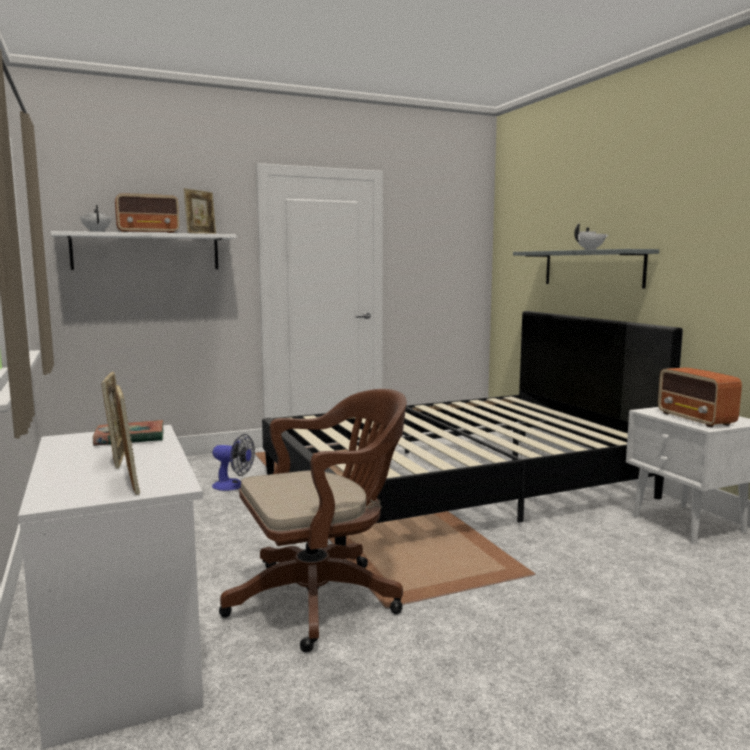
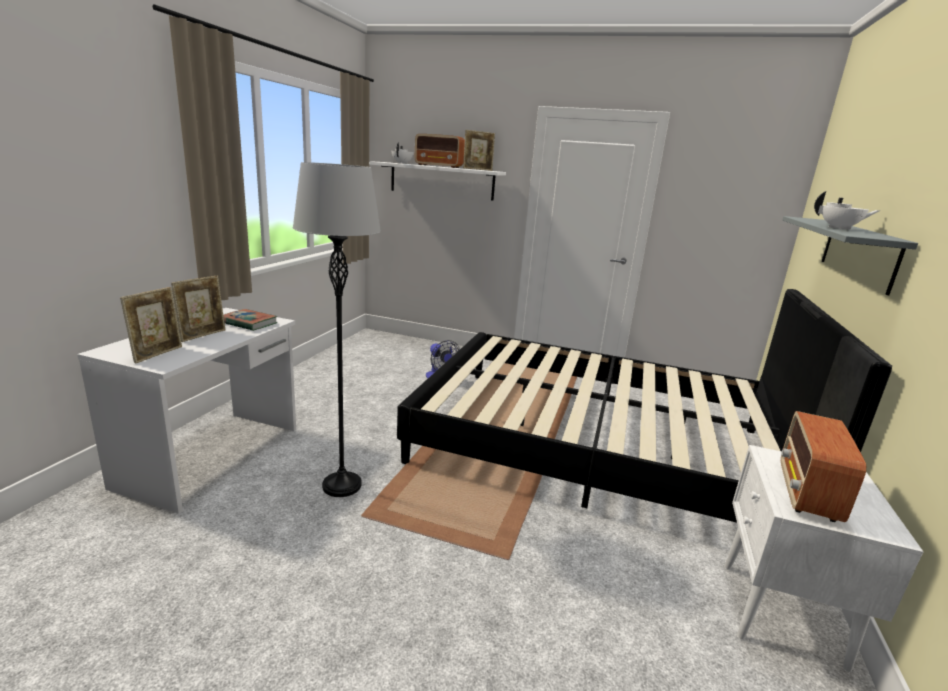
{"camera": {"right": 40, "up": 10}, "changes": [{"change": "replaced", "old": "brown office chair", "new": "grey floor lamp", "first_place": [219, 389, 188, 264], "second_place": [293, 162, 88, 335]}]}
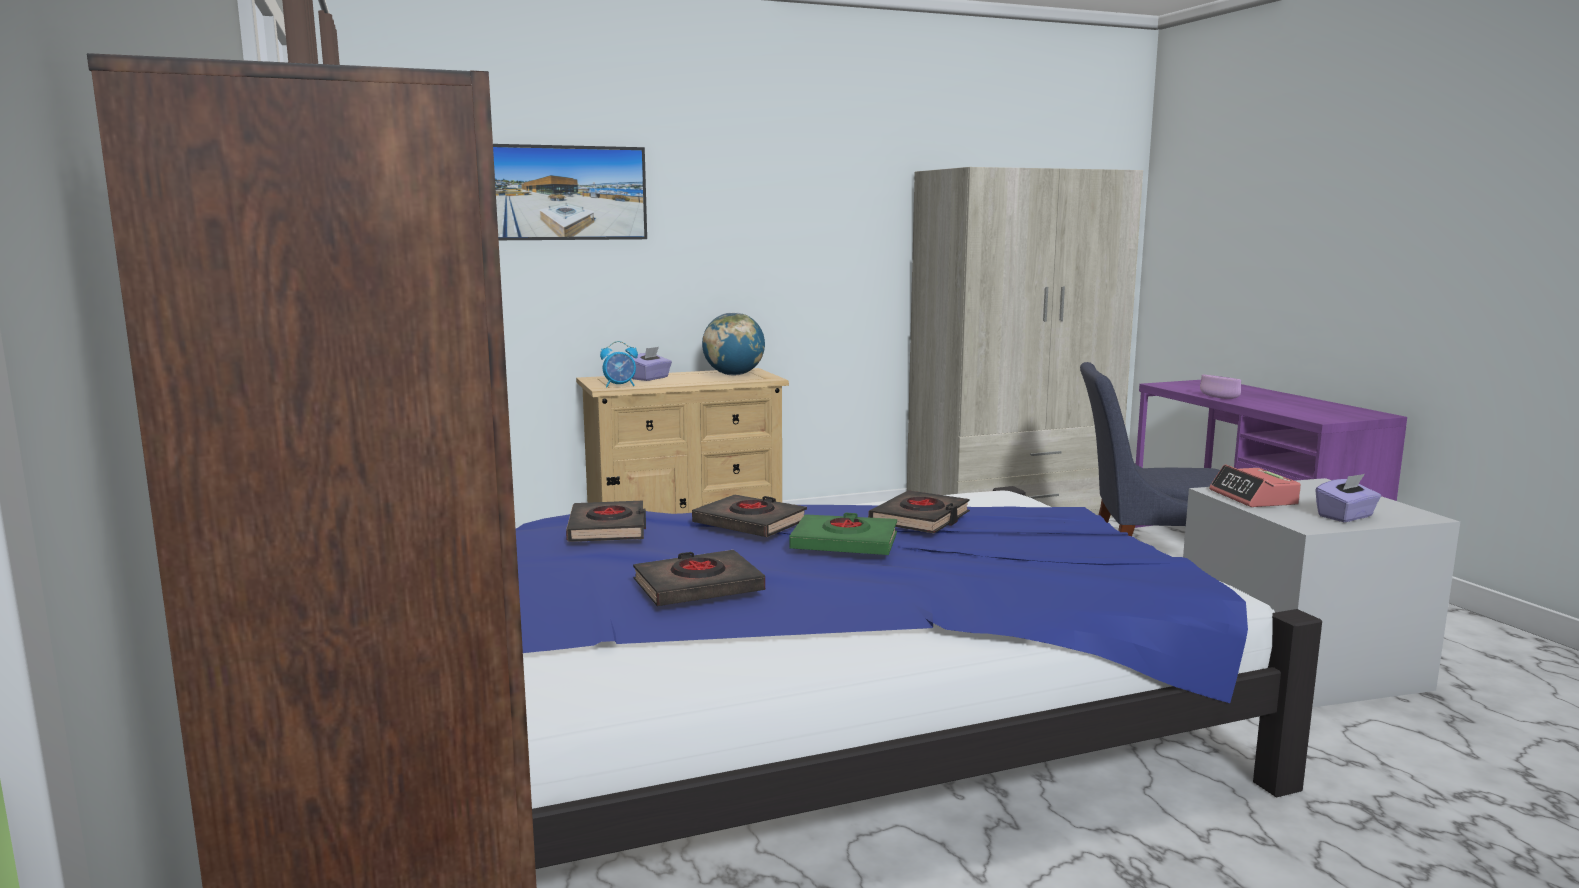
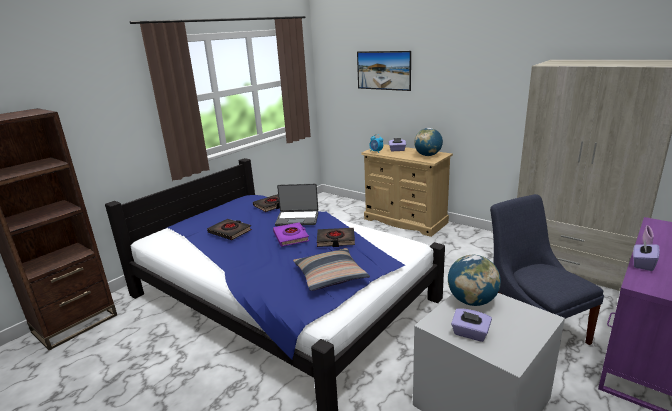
{"camera": {"right": 60, "up": 10}, "changes": [{"change": "replaced", "old": "alarm clock", "new": "globe", "first_place": [1209, 464, 92, 43], "second_place": [448, 255, 53, 51]}, {"change": "replaced", "old": "black book", "new": "laptop", "first_place": [692, 495, 115, 42], "second_place": [275, 184, 43, 42]}, {"change": "recoloured", "old": "green book", "new": "purple book", "first_place": [790, 513, 107, 42], "second_place": [273, 222, 36, 25]}, {"change": "added", "new": "purple tissue box", "second_place": [633, 240, 27, 31]}, {"change": "added", "new": "pillow", "second_place": [293, 248, 77, 43]}]}
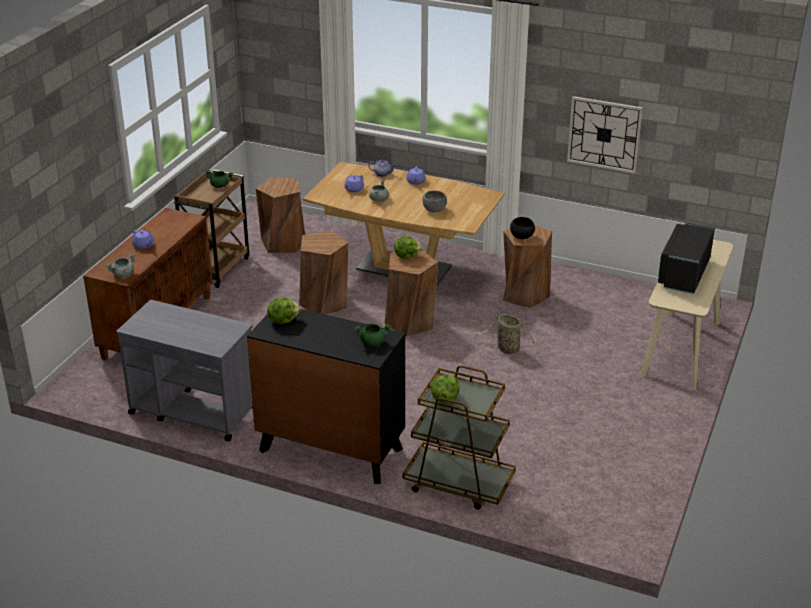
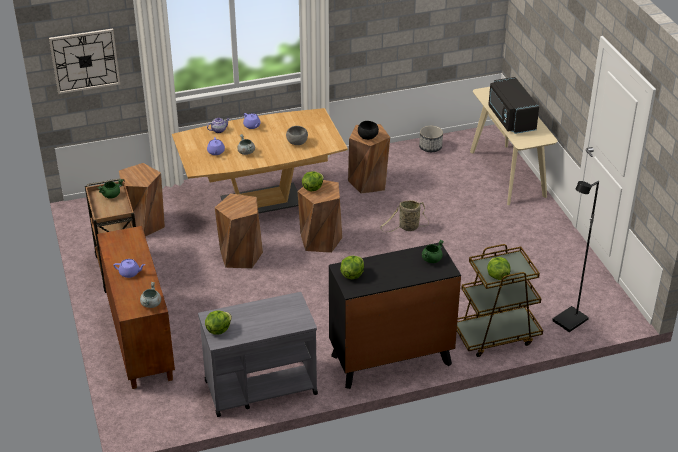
{"camera": {"right": -40, "up": 5}, "changes": [{"change": "moved", "old": "wall clock", "first_place": [567, 96, 76, 78], "second_place": [49, 28, 71, 66]}, {"change": "added", "new": "planter", "second_place": [419, 126, 24, 26]}, {"change": "added", "new": "black floor lamp", "second_place": [552, 181, 47, 151]}, {"change": "added", "new": "lettuce", "second_place": [205, 310, 27, 25]}]}
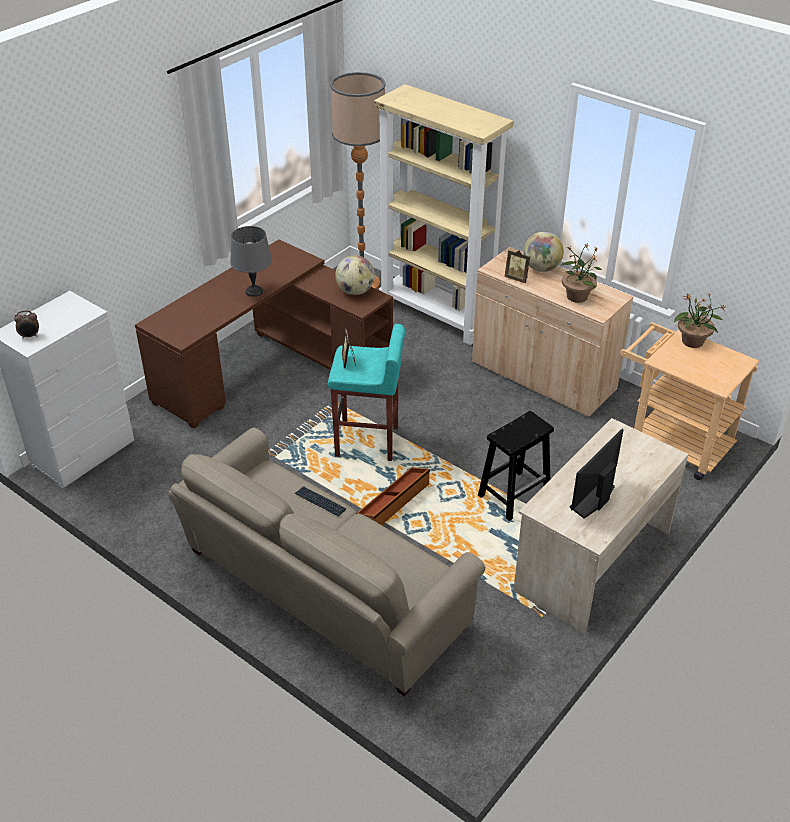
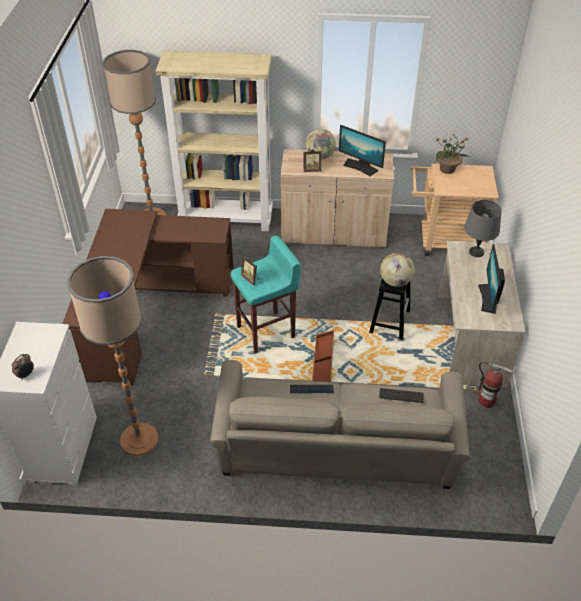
{"camera": {"right": -35, "up": 5}, "changes": [{"change": "moved", "old": "grey table lamp", "first_place": [230, 226, 42, 71], "second_place": [464, 200, 38, 57]}, {"change": "replaced", "old": "potted plant", "new": "monitor", "first_place": [561, 243, 41, 60], "second_place": [339, 125, 47, 51]}, {"change": "moved", "old": "globe", "first_place": [335, 255, 40, 40], "second_place": [380, 253, 35, 34]}, {"change": "added", "new": "floor lamp", "second_place": [67, 256, 92, 200]}, {"change": "added", "new": "fire extinguisher", "second_place": [476, 361, 39, 47]}, {"change": "added", "new": "keyboard", "second_place": [379, 388, 45, 15]}]}
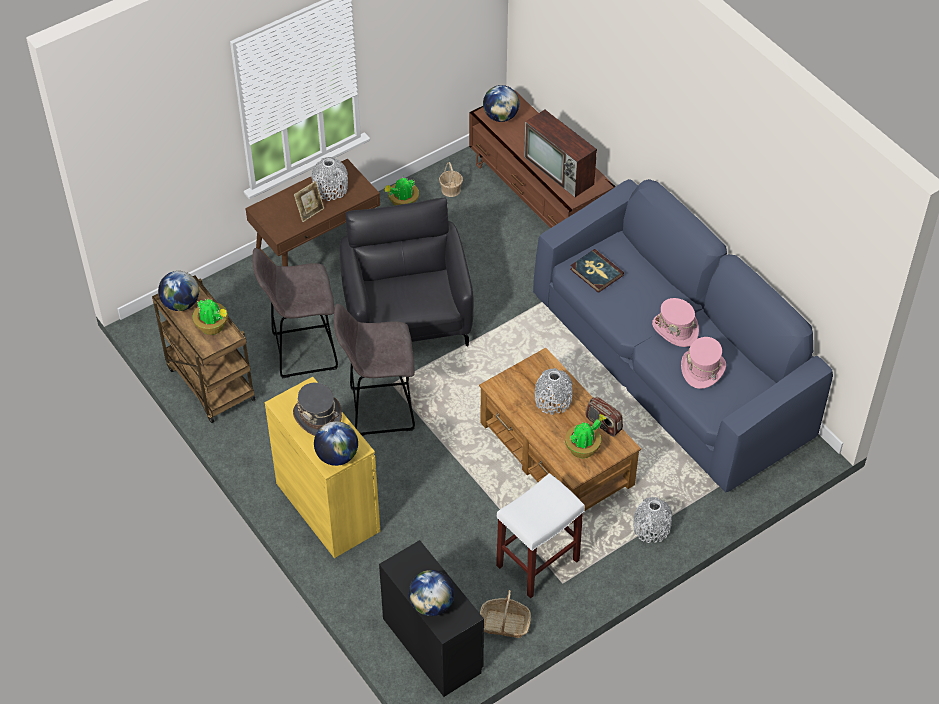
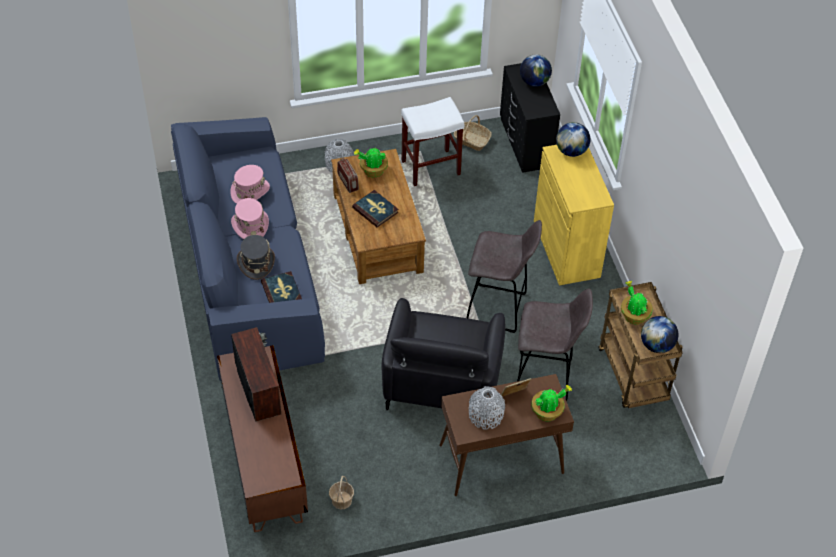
{"camera": {"right": -160, "up": 0}, "changes": [{"change": "removed", "old": "globe", "first_place": [483, 85, 36, 37]}, {"change": "moved", "old": "potted plant", "first_place": [385, 177, 34, 29], "second_place": [531, 385, 41, 37]}, {"change": "replaced", "old": "grey vase", "new": "book", "first_place": [535, 368, 38, 47], "second_place": [352, 190, 46, 37]}, {"change": "moved", "old": "grey hat", "first_place": [293, 383, 49, 53], "second_place": [237, 235, 38, 45]}]}
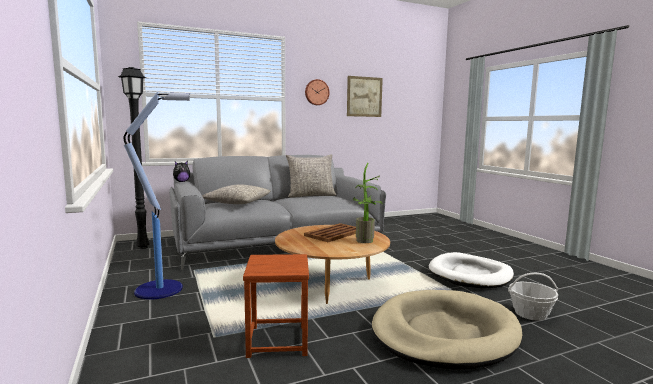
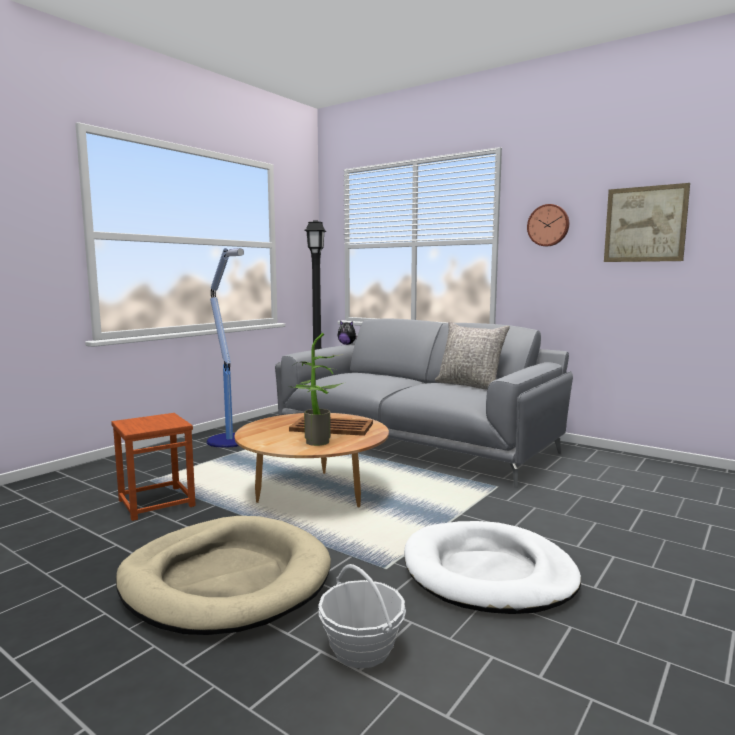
{"camera": {"right": 60, "up": 0}, "changes": [{"change": "removed", "old": "grey pillow", "first_place": [202, 184, 69, 20]}]}
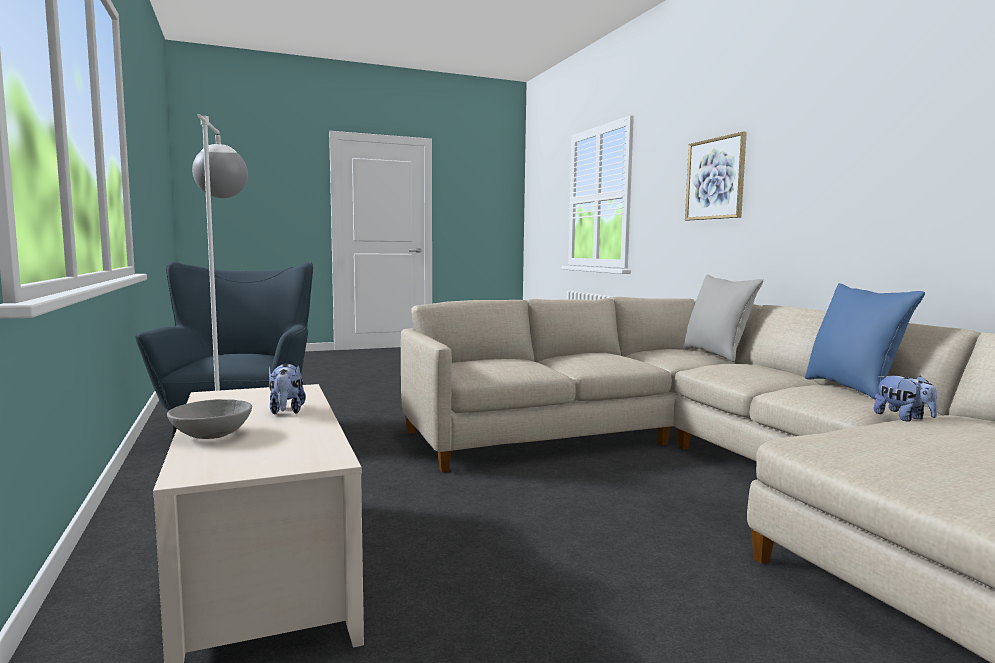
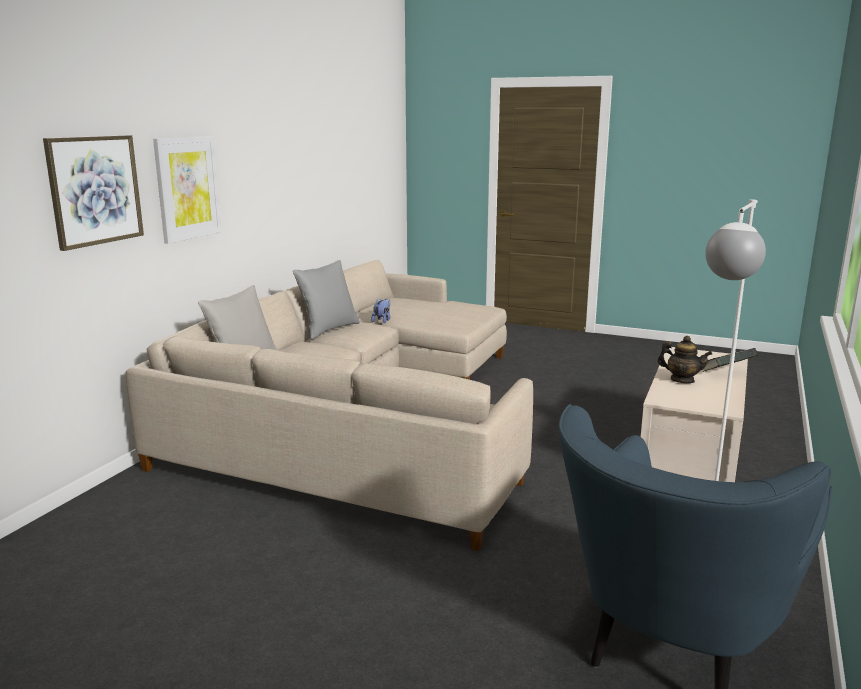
{"camera": {"right": -135, "up": 10}, "changes": [{"change": "recoloured", "old": "blue pillow", "new": "grey pillow", "first_place": [805, 283, 120, 117], "second_place": [293, 260, 67, 79]}, {"change": "replaced", "old": "plush toy", "new": "teapot", "first_place": [269, 364, 37, 51], "second_place": [657, 336, 55, 47]}, {"change": "replaced", "old": "grey bowl", "new": "book", "first_place": [167, 399, 85, 40], "second_place": [703, 348, 55, 24]}, {"change": "added", "new": "picture", "second_place": [153, 136, 68, 108]}]}
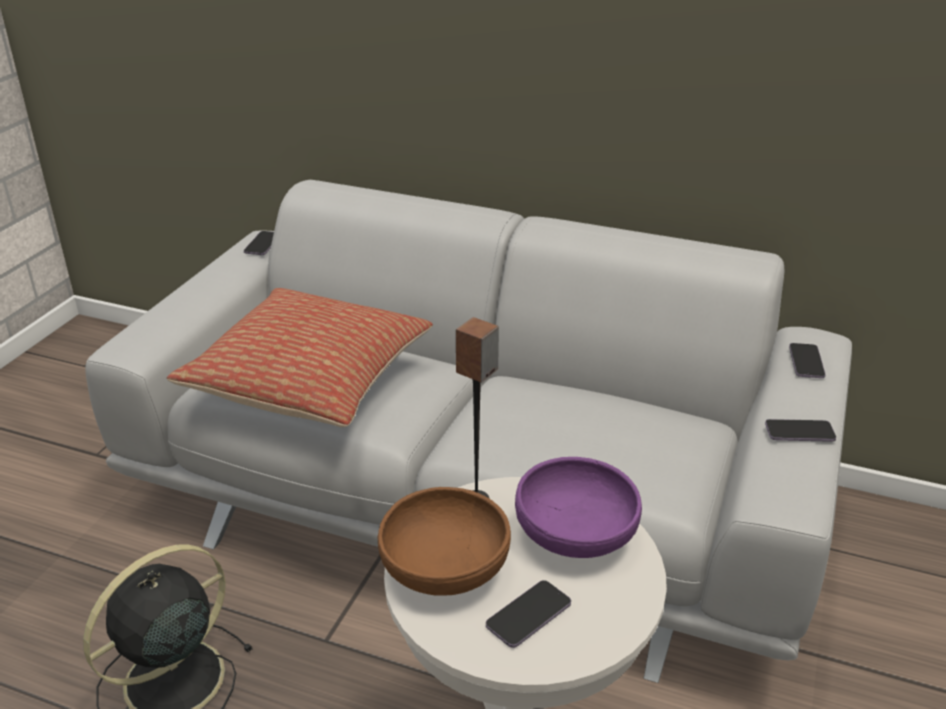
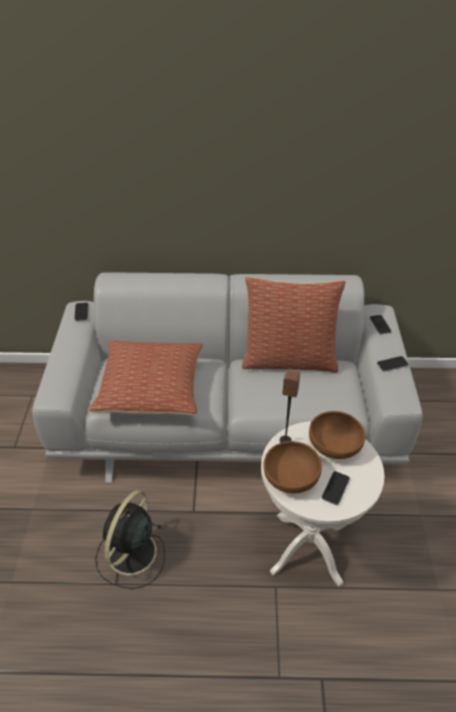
{"camera": {"right": -20, "up": 10}, "changes": [{"change": "recoloured", "old": "purple bowl", "new": "brown bowl", "first_place": [515, 457, 127, 101], "second_place": [309, 411, 56, 48]}, {"change": "added", "new": "pillow", "second_place": [242, 277, 103, 96]}]}
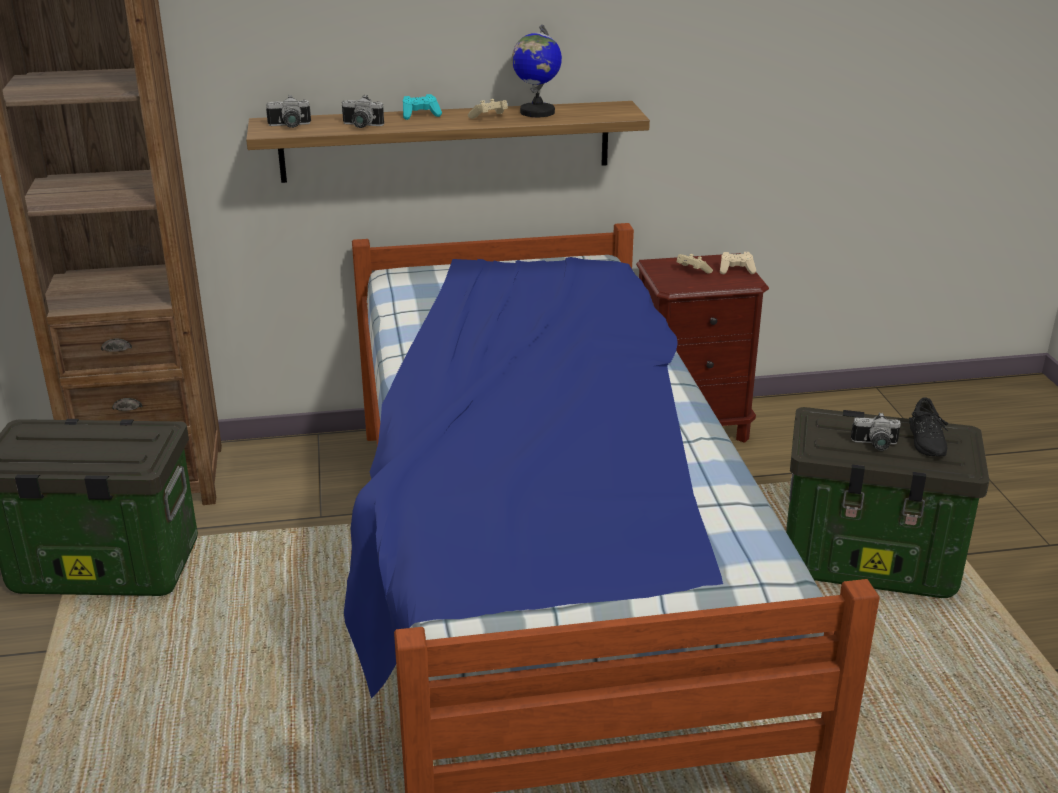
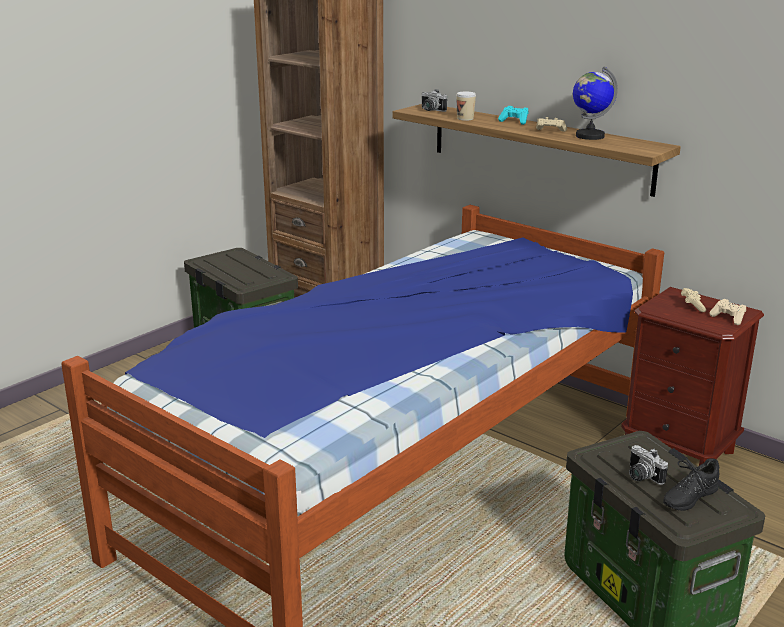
{"camera": {"right": 50, "up": -5}, "changes": [{"change": "replaced", "old": "photo camera", "new": "cup", "first_place": [342, 95, 42, 33], "second_place": [456, 91, 20, 30]}]}
